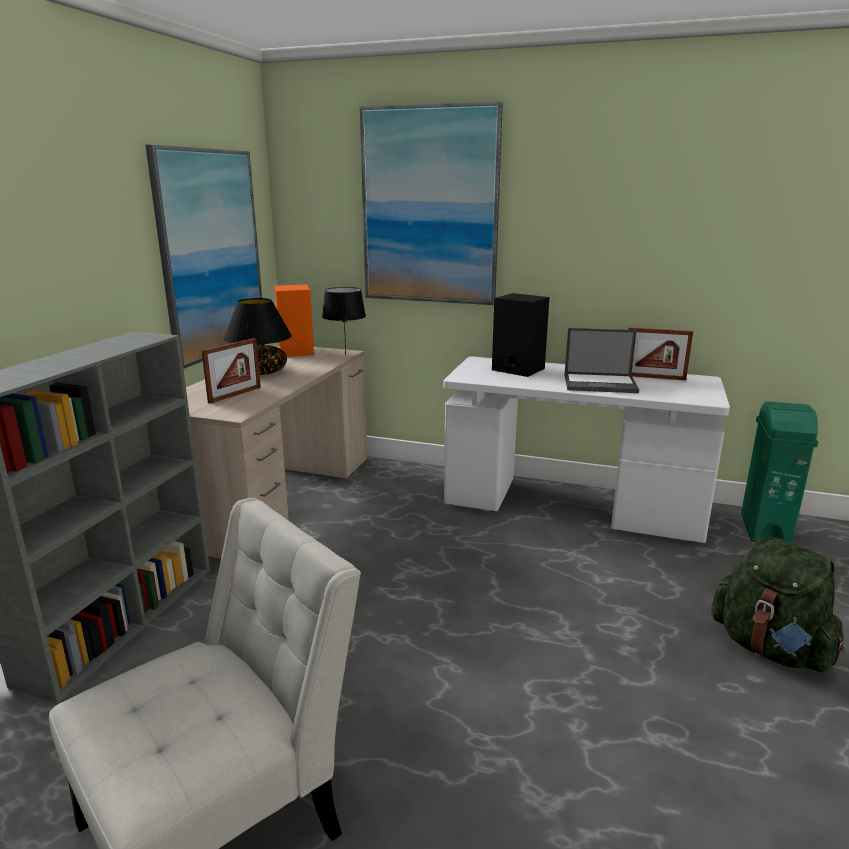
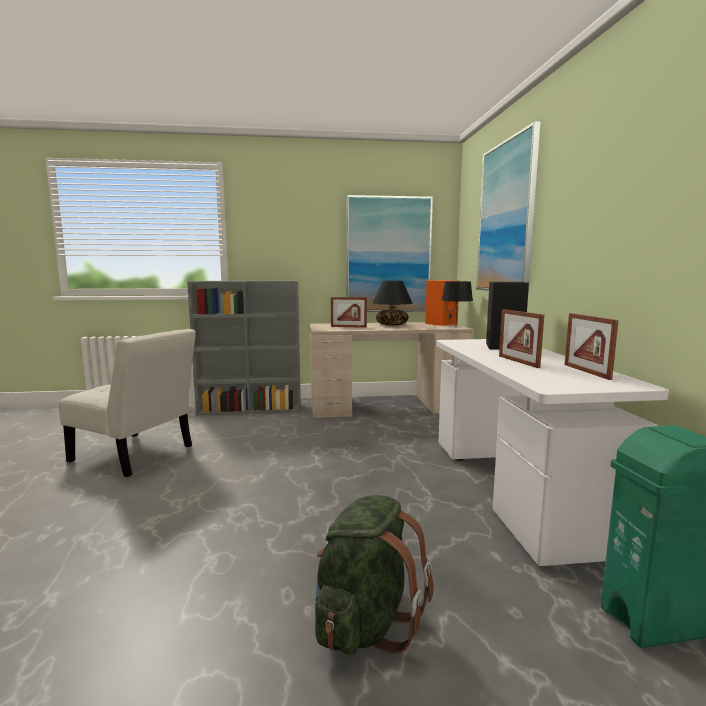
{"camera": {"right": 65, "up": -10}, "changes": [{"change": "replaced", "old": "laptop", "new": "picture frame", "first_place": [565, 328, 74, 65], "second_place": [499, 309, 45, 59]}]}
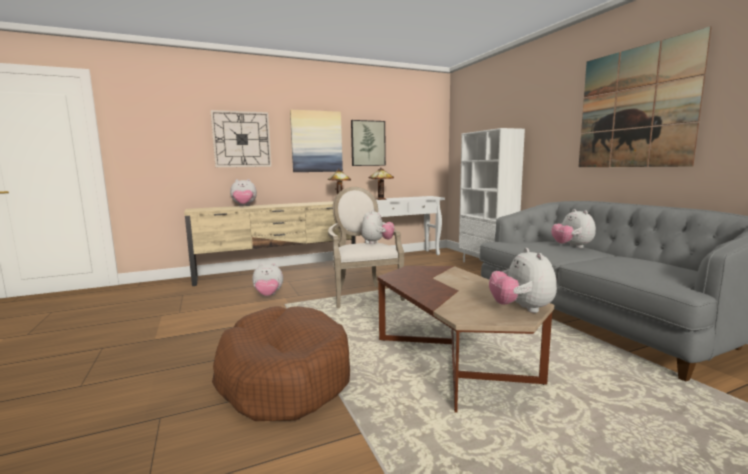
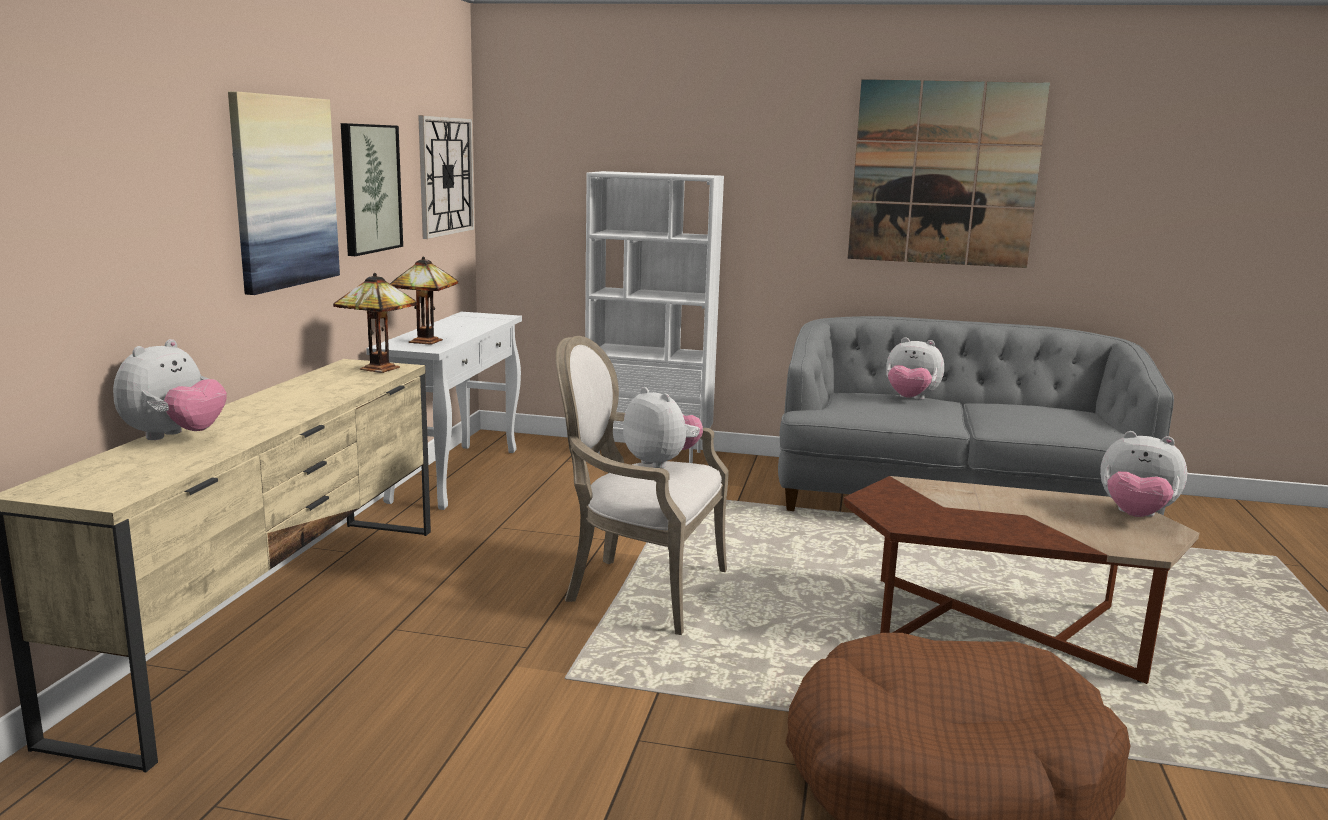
{"camera": {"right": -55, "up": 5}, "changes": [{"change": "moved", "old": "wall clock", "first_place": [210, 110, 62, 57], "second_place": [418, 115, 56, 124]}, {"change": "removed", "old": "plush toy", "first_place": [252, 263, 31, 33]}]}
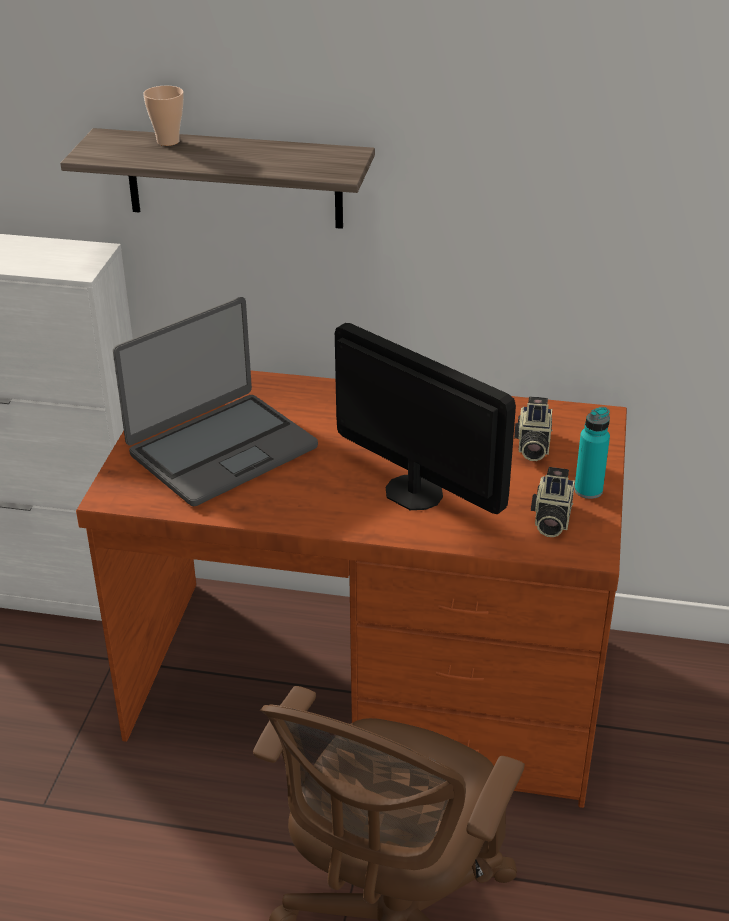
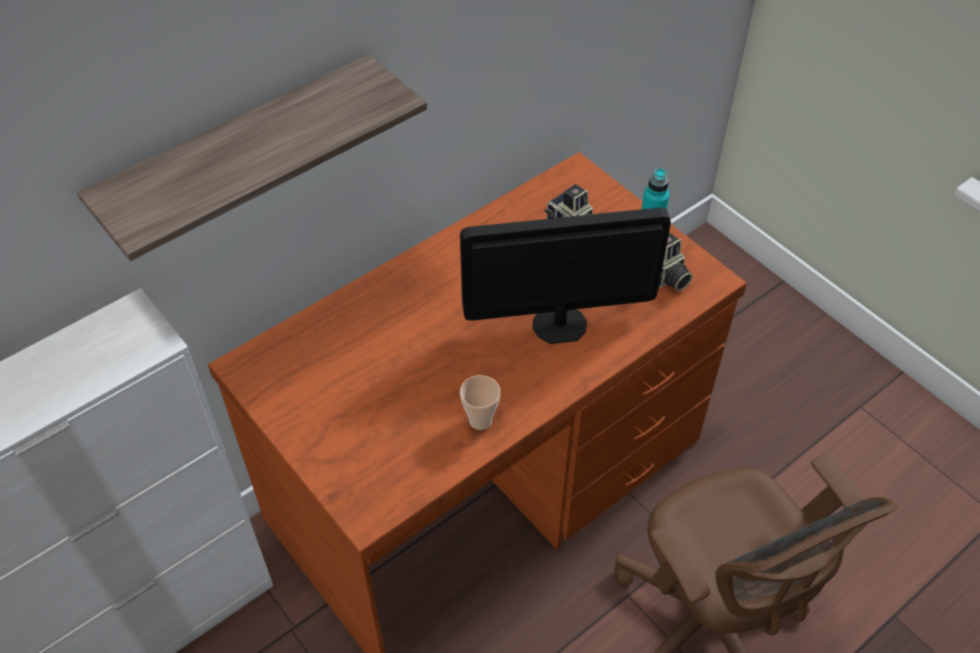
{"camera": {"right": -50, "up": 15}, "changes": [{"change": "moved", "old": "cup", "first_place": [143, 86, 41, 60], "second_place": [460, 375, 41, 55]}, {"change": "removed", "old": "laptop", "first_place": [113, 297, 205, 209]}]}
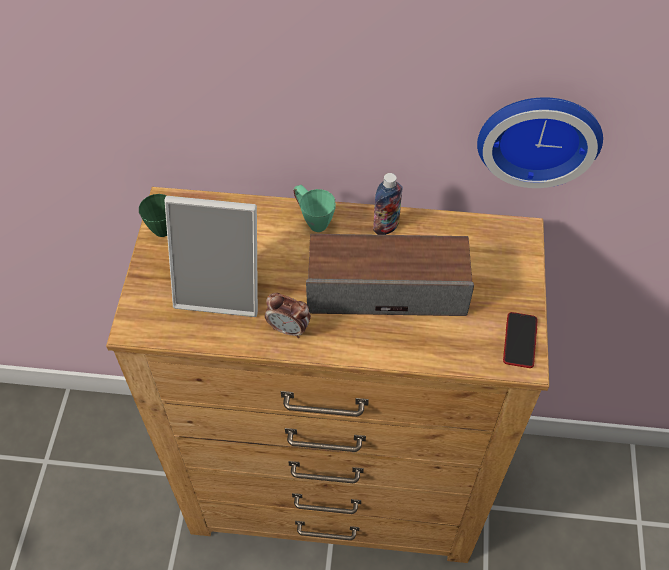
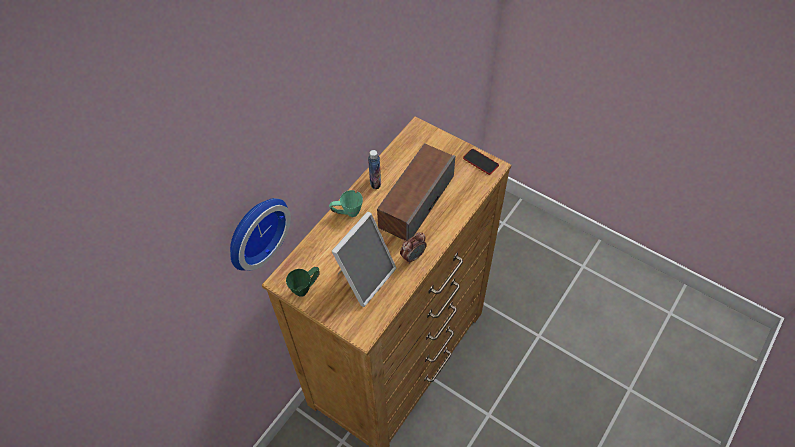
{"camera": {"right": -60, "up": 0}, "changes": [{"change": "moved", "old": "wall clock", "first_place": [477, 97, 126, 91], "second_place": [230, 198, 61, 73]}]}
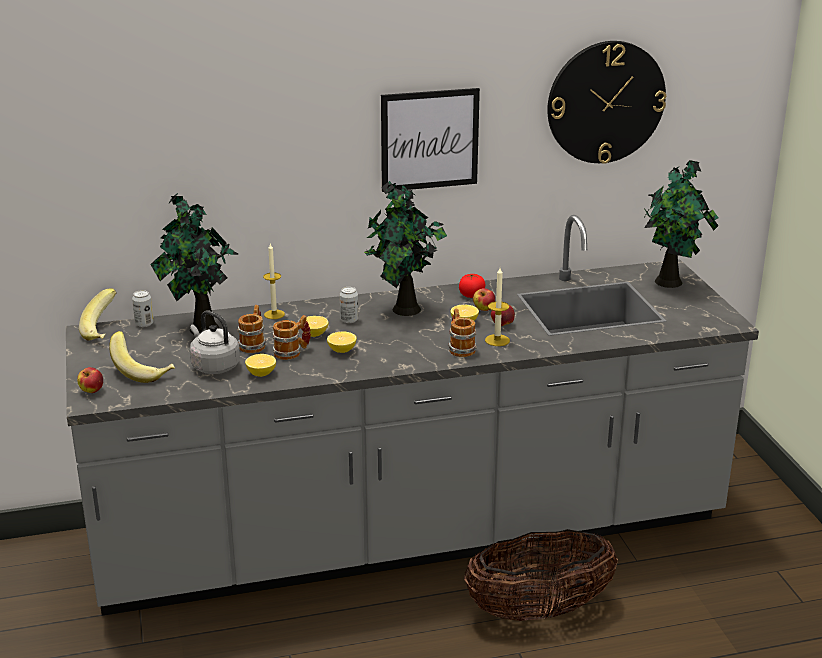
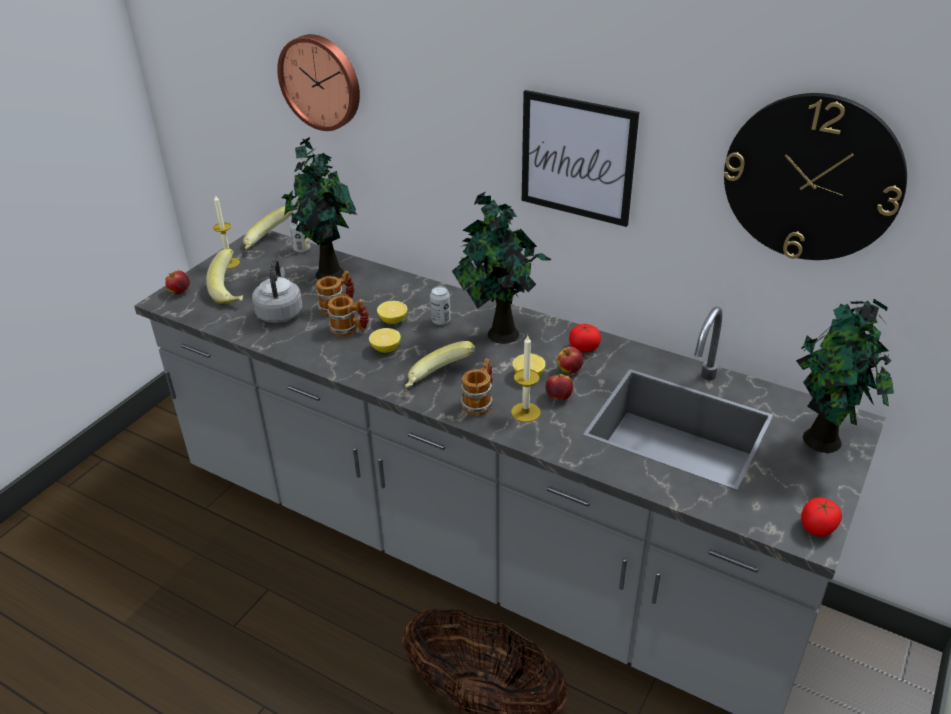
{"camera": {"right": 45, "up": 10}, "changes": [{"change": "moved", "old": "candle", "first_place": [263, 243, 22, 76], "second_place": [213, 194, 27, 75]}, {"change": "removed", "old": "lemon", "first_place": [245, 354, 31, 23]}, {"change": "added", "new": "wall clock", "second_place": [277, 34, 83, 97]}, {"change": "added", "new": "banana", "second_place": [405, 341, 70, 47]}, {"change": "added", "new": "tomato", "second_place": [801, 497, 41, 40]}]}
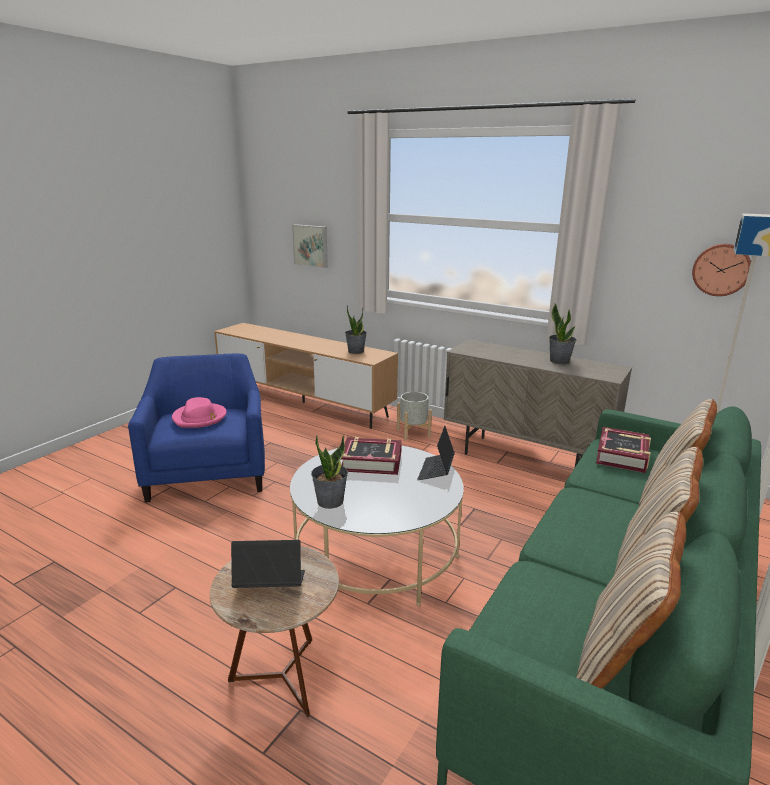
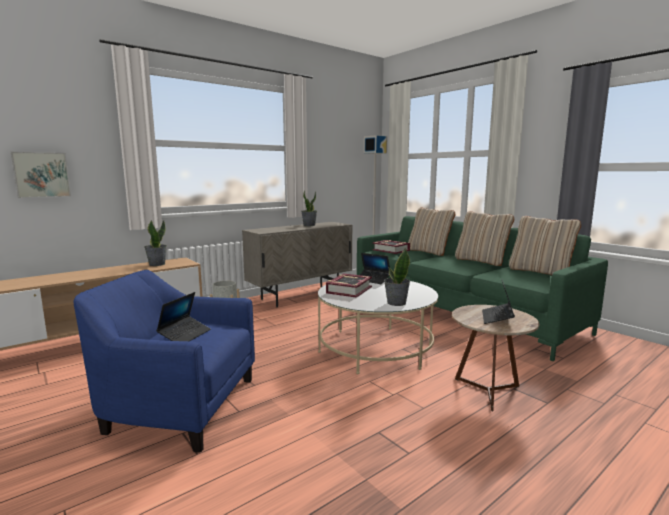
{"camera": {"right": -70, "up": -10}, "changes": [{"change": "removed", "old": "wall clock", "first_place": [692, 244, 59, 52]}, {"change": "replaced", "old": "pink hat", "new": "laptop", "first_place": [172, 397, 55, 31], "second_place": [156, 292, 55, 49]}]}
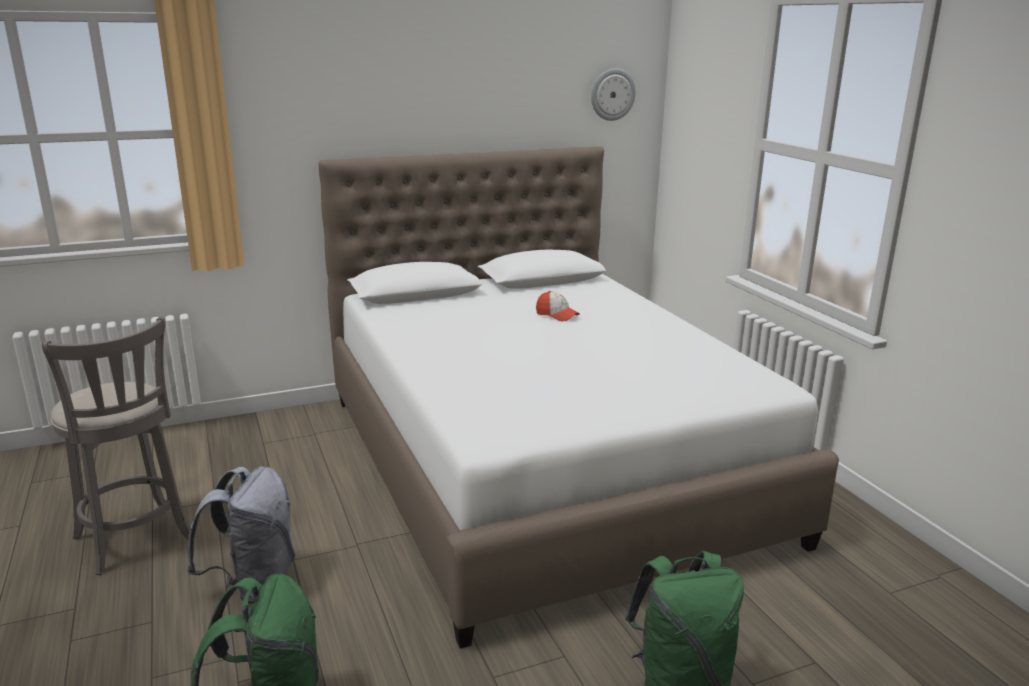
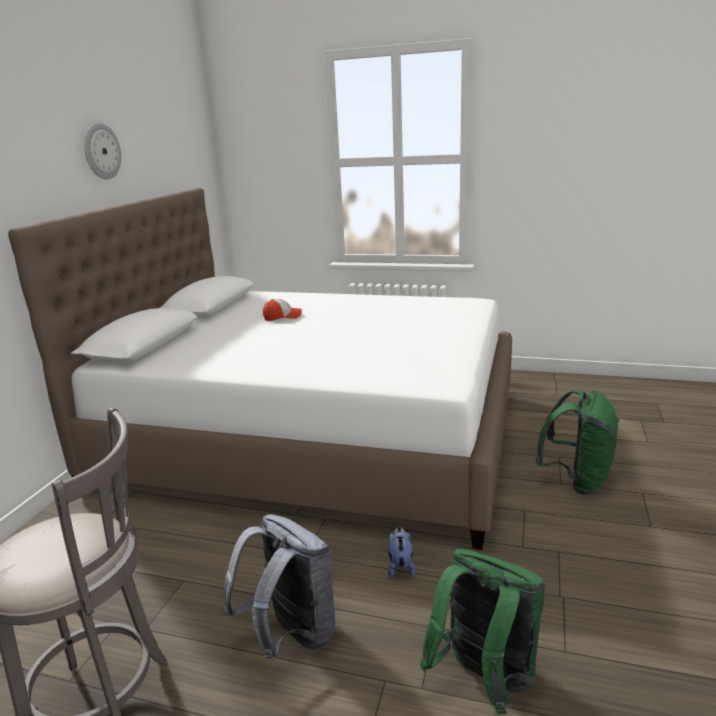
{"camera": {"right": -50, "up": 0}, "changes": [{"change": "moved", "old": "wall clock", "first_place": [591, 68, 45, 53], "second_place": [84, 123, 37, 56]}, {"change": "added", "new": "plush toy", "second_place": [388, 527, 27, 51]}]}
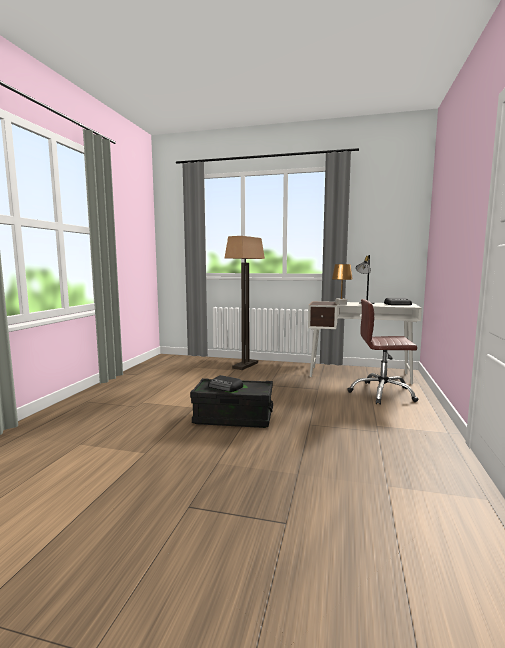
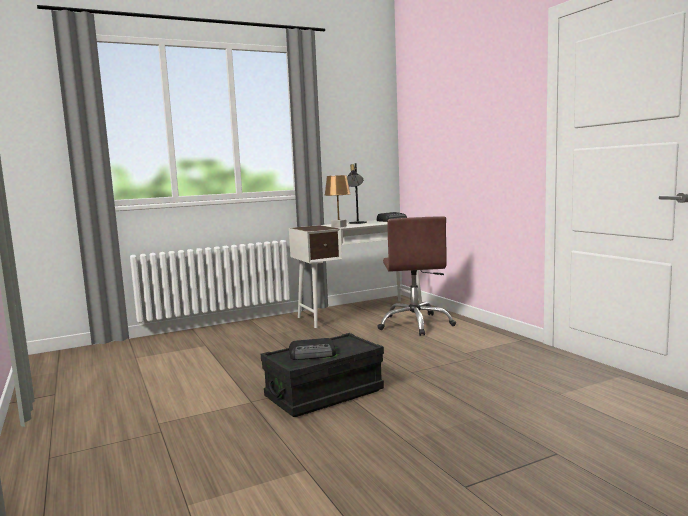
{"camera": {"right": -40, "up": 0}, "changes": [{"change": "removed", "old": "floor lamp", "first_place": [225, 236, 40, 134]}, {"change": "turned", "old": "brown office chair", "first_place": [347, 299, 72, 106], "second_place": [377, 216, 79, 120], "degrees": -60}]}
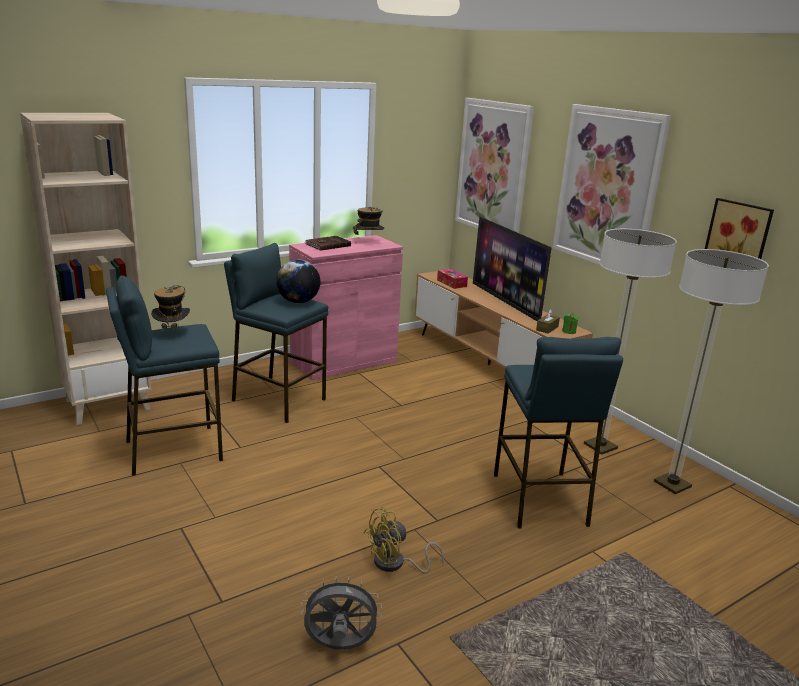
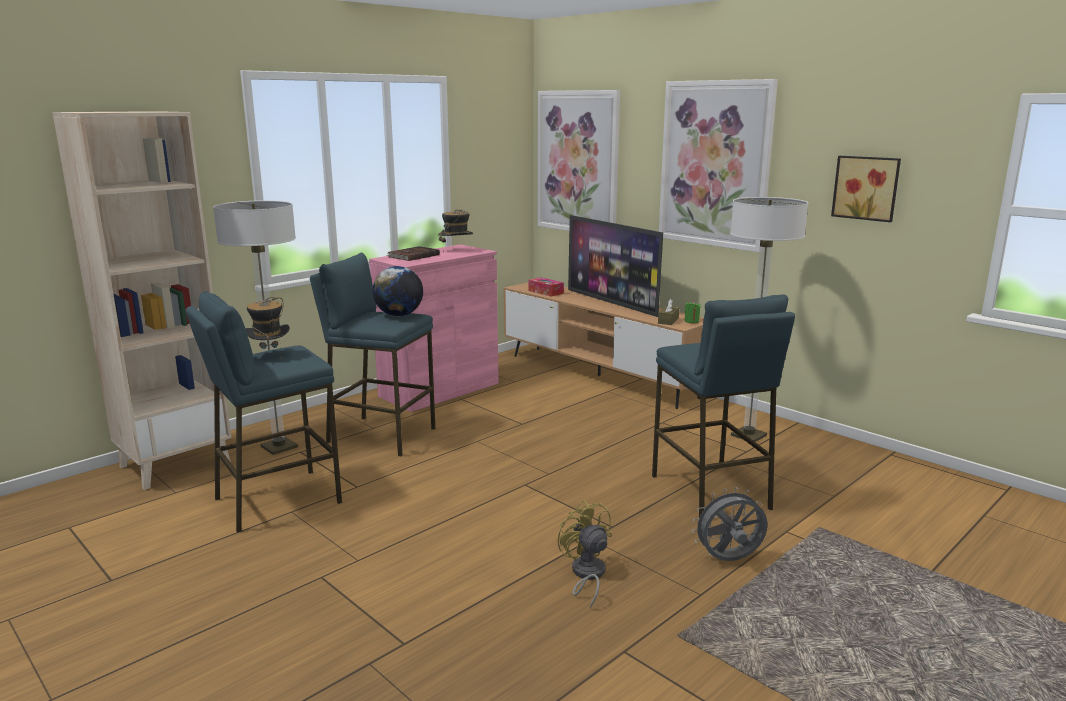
{"camera": {"right": -10, "up": -5}, "changes": [{"change": "moved", "old": "floor lamp", "first_place": [654, 249, 115, 245], "second_place": [213, 200, 85, 255]}, {"change": "turned", "old": "yellow fan", "first_place": [364, 507, 80, 66], "second_place": [557, 500, 55, 109], "degrees": 105}, {"change": "moved", "old": "grey fan", "first_place": [301, 576, 81, 74], "second_place": [692, 487, 76, 74]}]}
